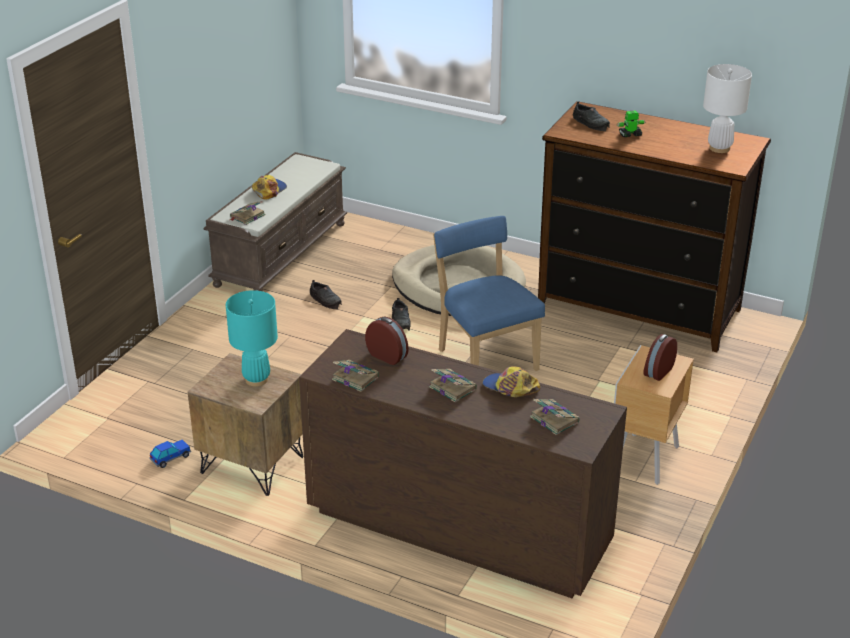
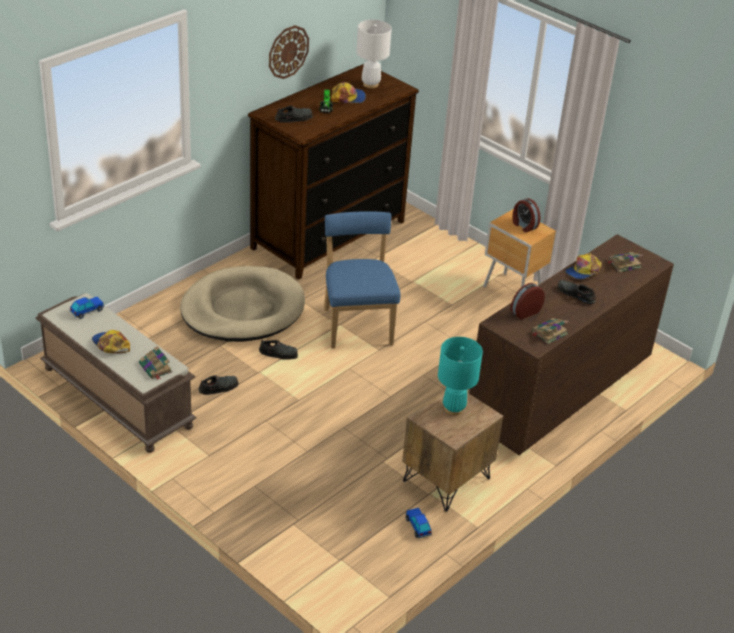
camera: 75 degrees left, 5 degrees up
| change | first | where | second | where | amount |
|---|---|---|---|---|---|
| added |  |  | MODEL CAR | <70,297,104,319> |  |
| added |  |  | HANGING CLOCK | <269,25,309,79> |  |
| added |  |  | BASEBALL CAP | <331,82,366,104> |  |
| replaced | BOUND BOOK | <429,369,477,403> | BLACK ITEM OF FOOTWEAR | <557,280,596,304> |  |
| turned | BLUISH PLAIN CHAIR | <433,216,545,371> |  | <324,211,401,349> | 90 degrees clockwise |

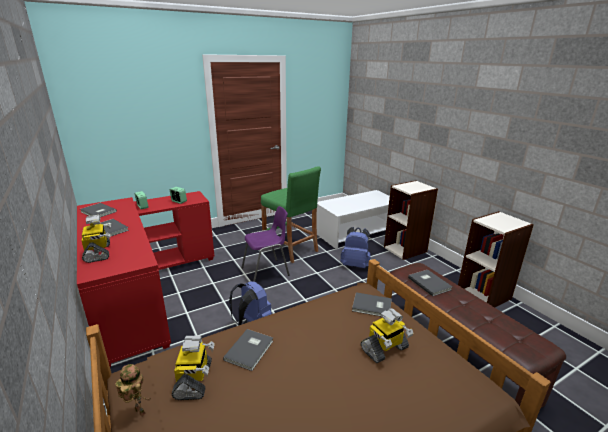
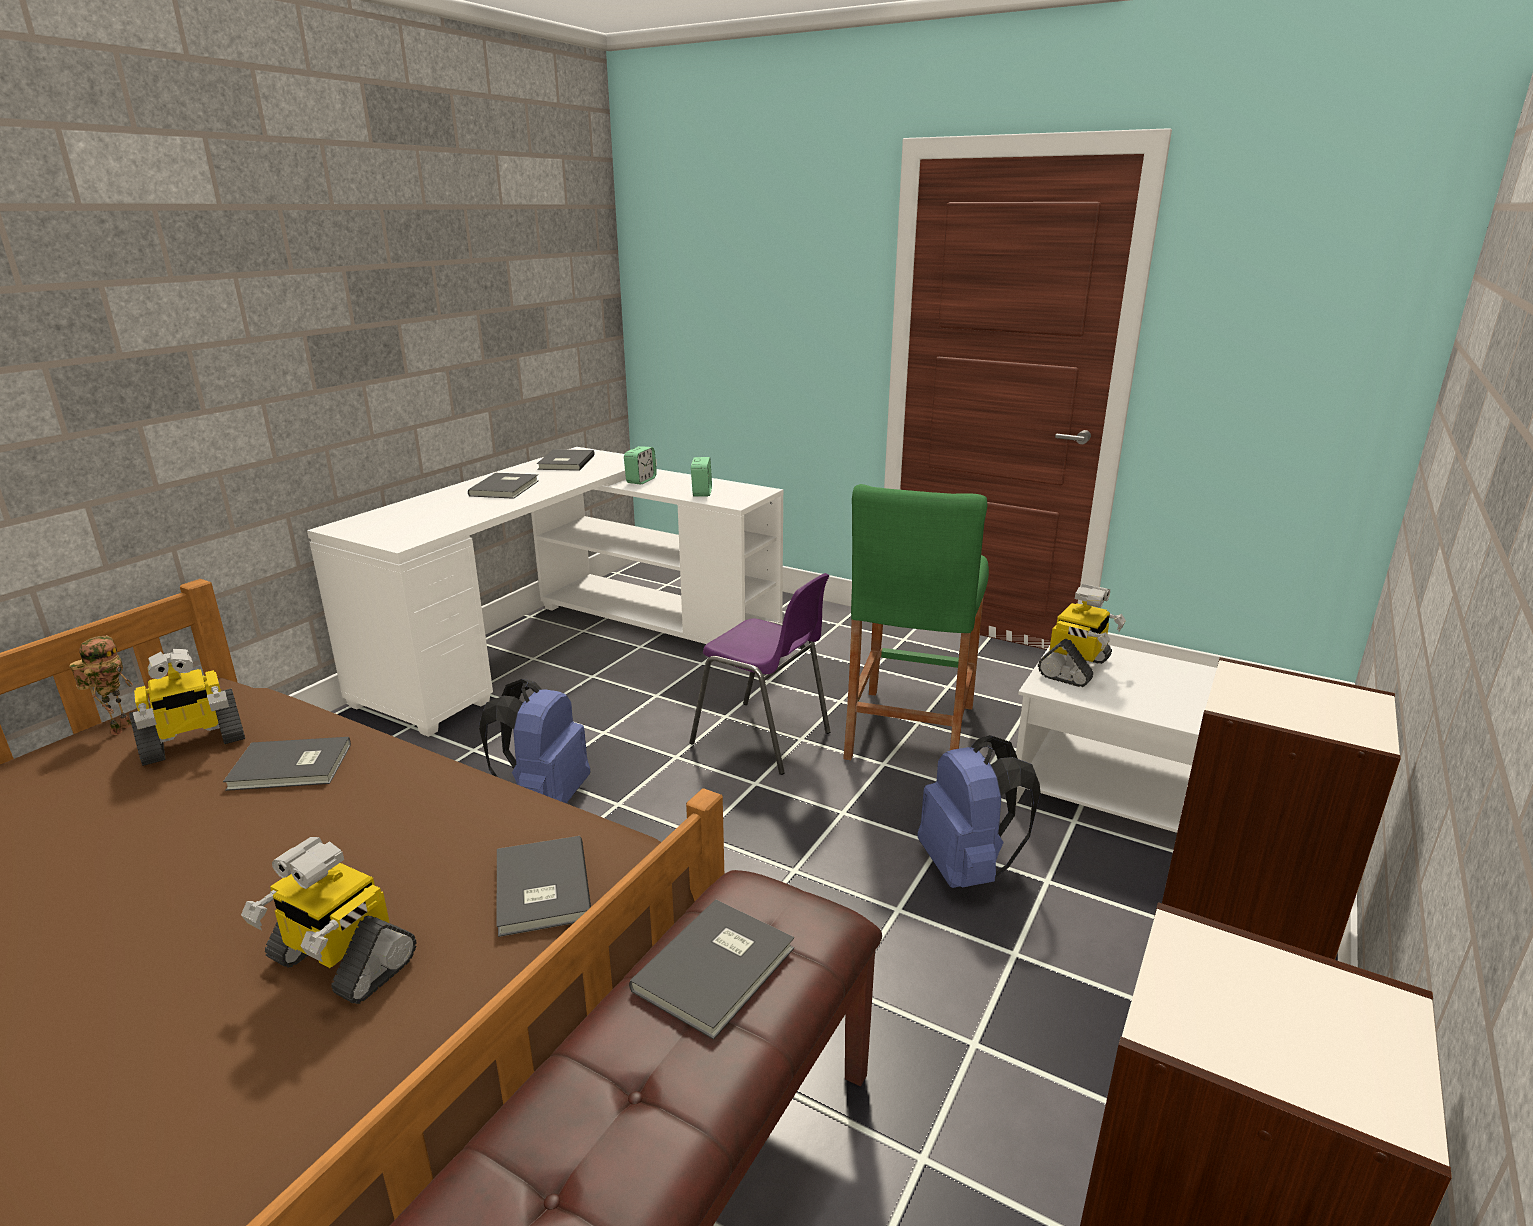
camera: 60 degrees right, 0 degrees up
| change | first | where | second | where | amount |
|---|---|---|---|---|---|
| moved | ROBOT FIGURE | <82,215,111,263> |  | <1038,584,1126,687> |  |
| recoloured | RED DESK UNIT | <77,191,214,367> | WHITE DESK UNIT | <307,447,783,737> |  |

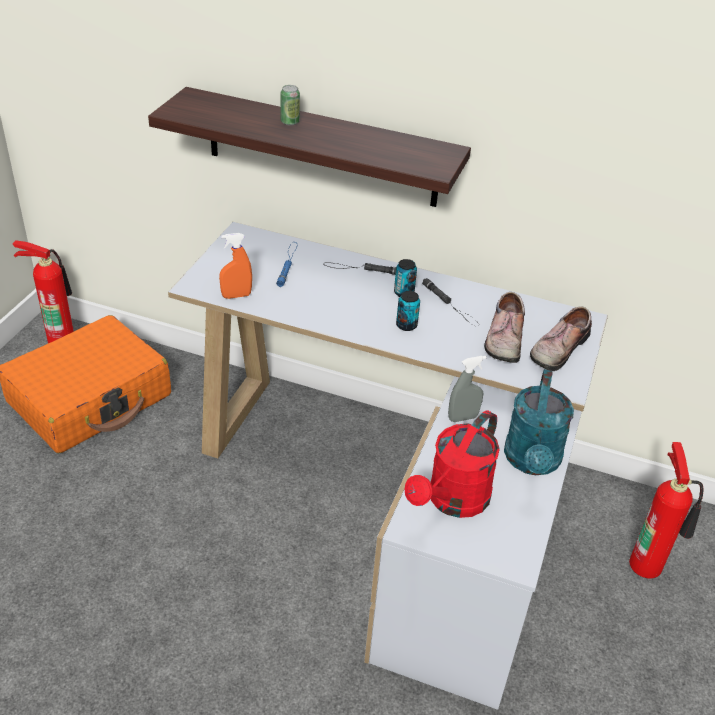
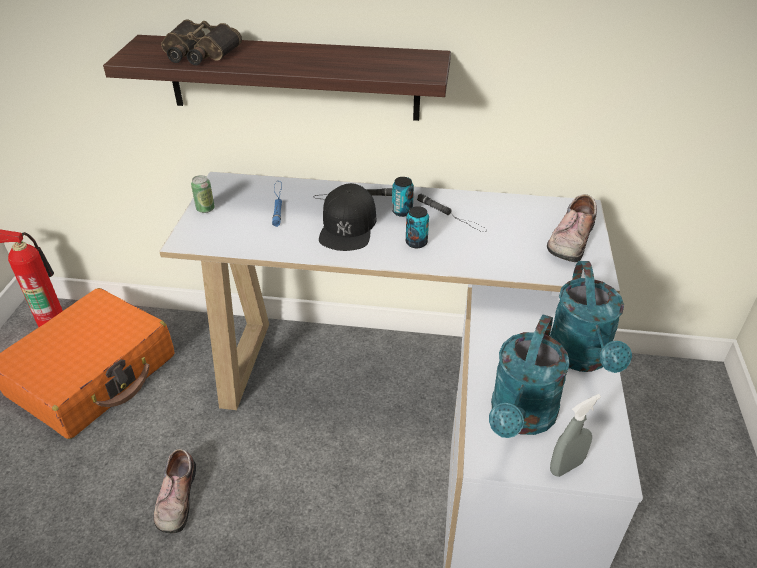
camera: 10 degrees left, 0 degrees up
| change | first | where | second | where | amount |
|---|---|---|---|---|---|
| removed | ORANGEY HAND SPRAYER | <219,233,252,299> |  |  |  |
| removed | EXTINGUISHER | <629,442,704,579> |  |  |  |
| added |  |  | PAIR OF BINOCULARS | <161,19,242,65> |  |
| added |  |  | BLACK BASEBALL CAP | <319,183,376,251> |  |
| moved | METAL CAN | <280,85,300,126> |  | <191,175,215,213> |  |
| moved | GREY HAND SPRAYER | <448,356,486,422> |  | <550,394,601,477> |  |
| moved | ITEM OF FOOTWEAR | <484,292,525,363> |  | <153,449,196,533> |  |
| recoloured | RED SPRINKLING CAN | <404,410,500,518> | TURQUOISE SPRINKLING CAN | <489,314,570,438> |  |

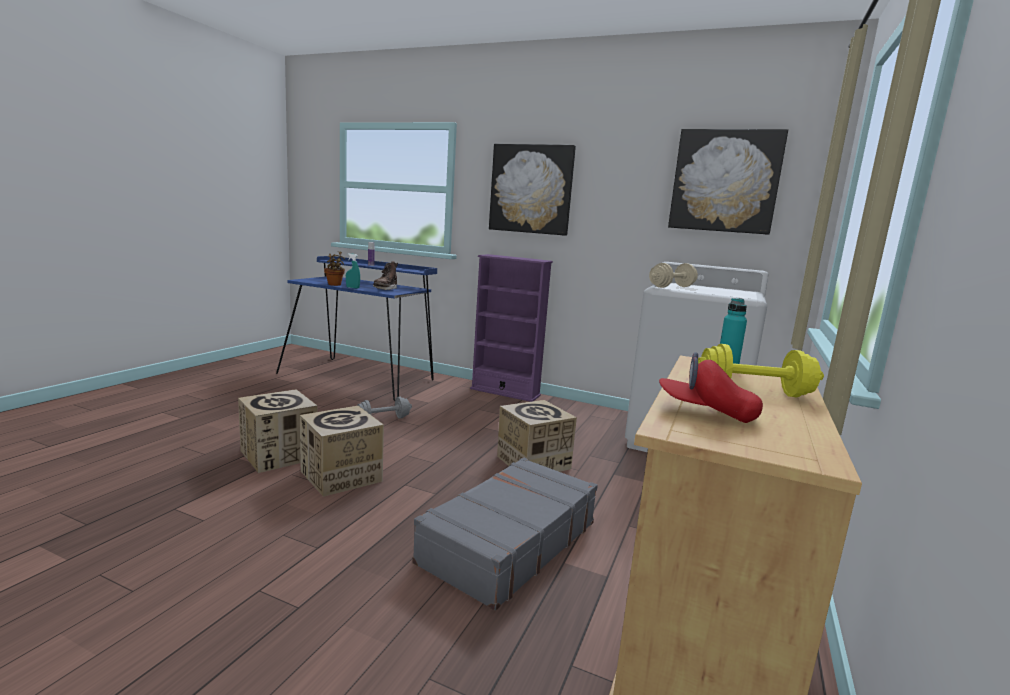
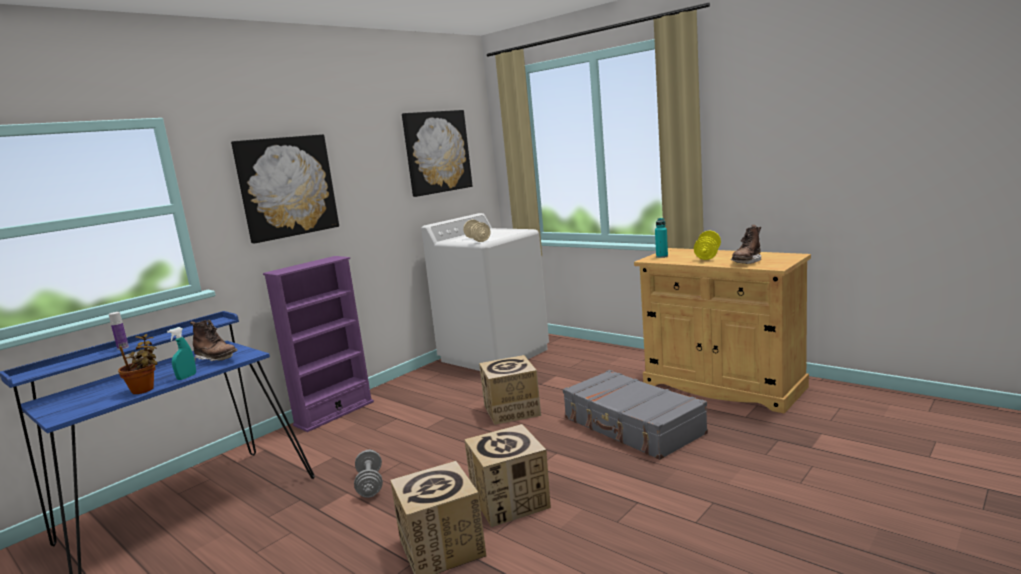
camera: 70 degrees left, 0 degrees up
| change | first | where | second | where | amount |
|---|---|---|---|---|---|
| replaced | RED BASEBALL CAP | <659,352,763,423> | BROWN-COLOURED HIGH-TOP BOOT | <731,225,761,264> |  |

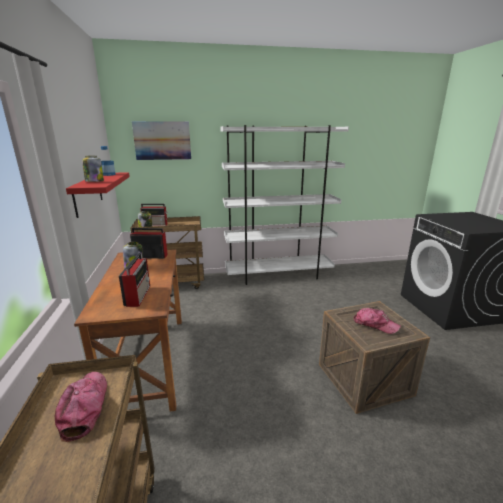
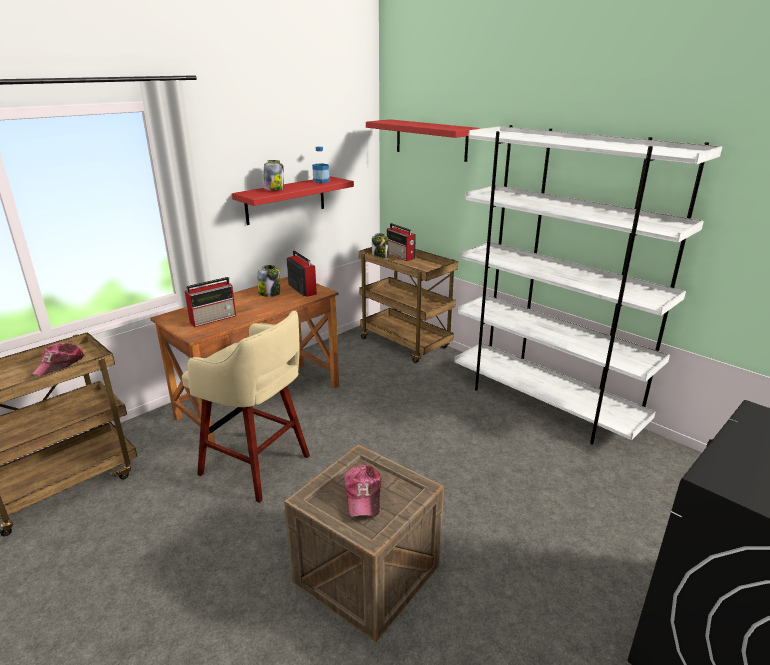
camera: 55 degrees right, 5 degrees up
| change | first | where | second | where | amount |
|---|---|---|---|---|---|
| added |  |  | BEIGE STOOL | <182,311,310,503> |  |
| replaced | WALL PICTURE | <132,121,191,160> | RED BRACKET SHELF | <366,119,479,162> |  |
| turned | BASEBALL CAP | <55,372,107,442> |  | <31,343,84,376> | 150 degrees clockwise |

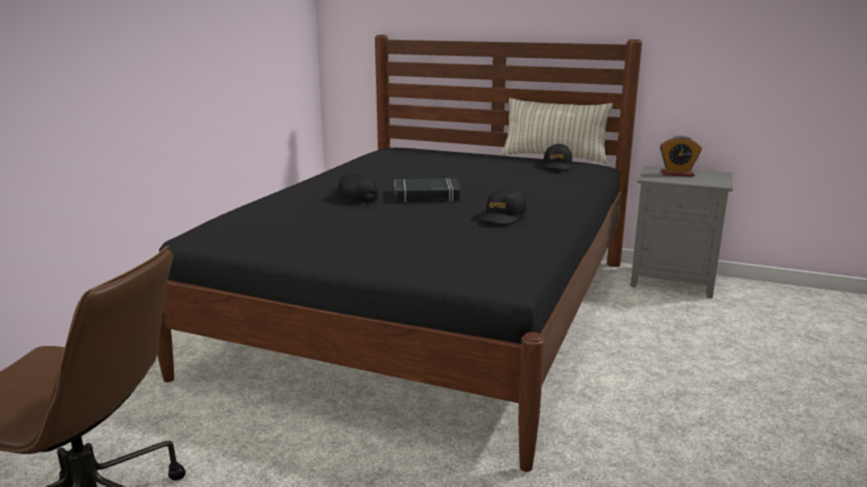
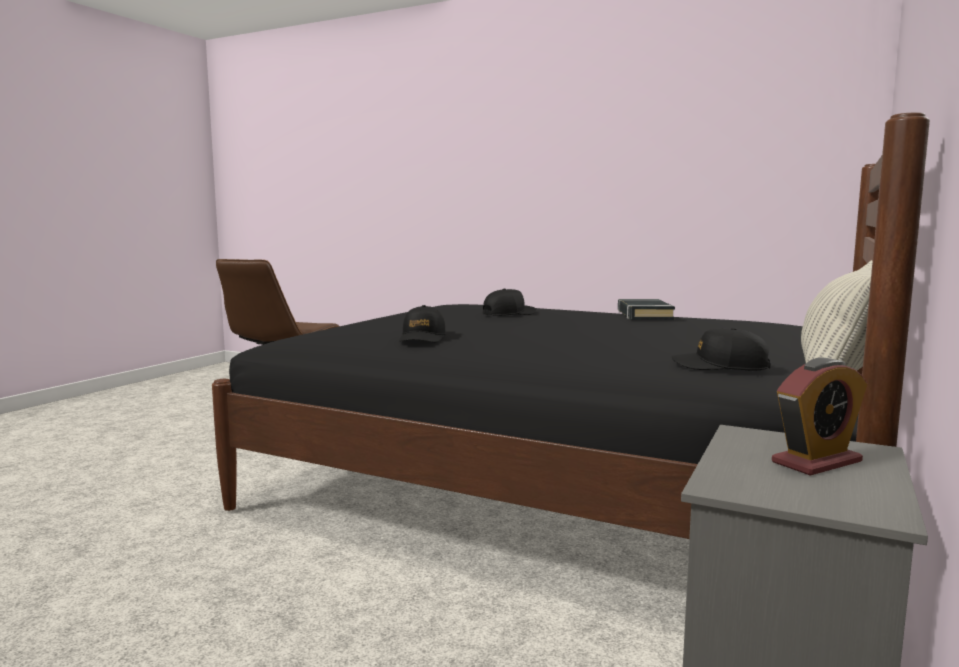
camera: 95 degrees right, 10 degrees down
| change | first | where | second | where | amount |
|---|---|---|---|---|---|
| moved | BLACK BOUND BOOK | <394,178,461,202> |  | <618,299,675,320> |  |
| turned | BLACK BASEBALL CAP | <479,188,527,224> |  | <399,305,446,342> | 120 degrees counterclockwise |
| turned | BEDSIDE CLOCK | <660,136,702,177> |  | <772,358,867,476> | 135 degrees counterclockwise |

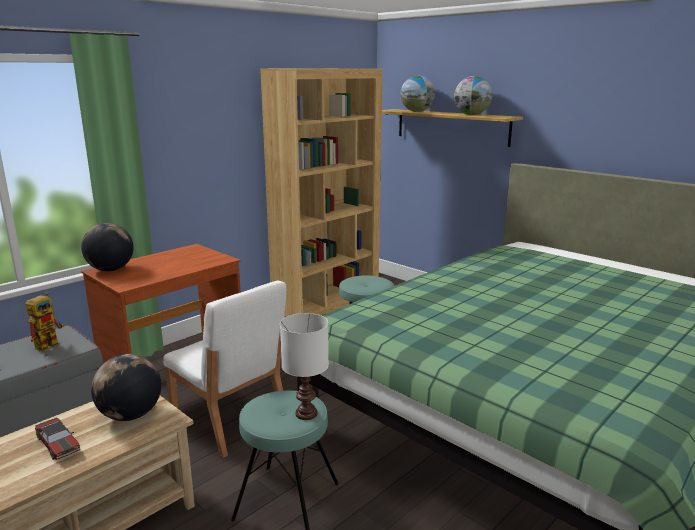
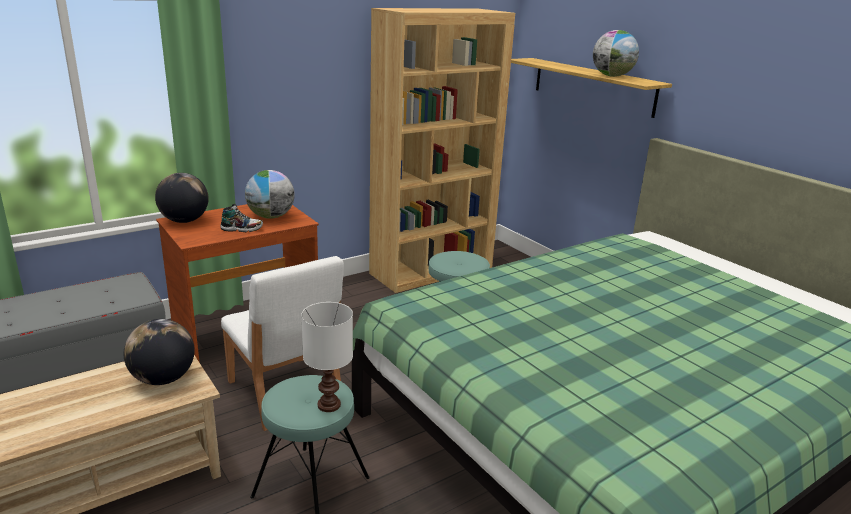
camera: 10 degrees right, 5 degrees up
| change | first | where | second | where | amount |
|---|---|---|---|---|---|
| removed | ROBOT FIGURE | <26,292,63,351> |  |  |  |
| removed | MODEL CAR | <35,418,80,460> |  |  |  |
| added |  |  | ITEM OF FOOTWEAR | <220,204,263,232> |  |
| moved | WORLD GLOBE | <400,76,435,112> |  | <245,170,295,219> |  |

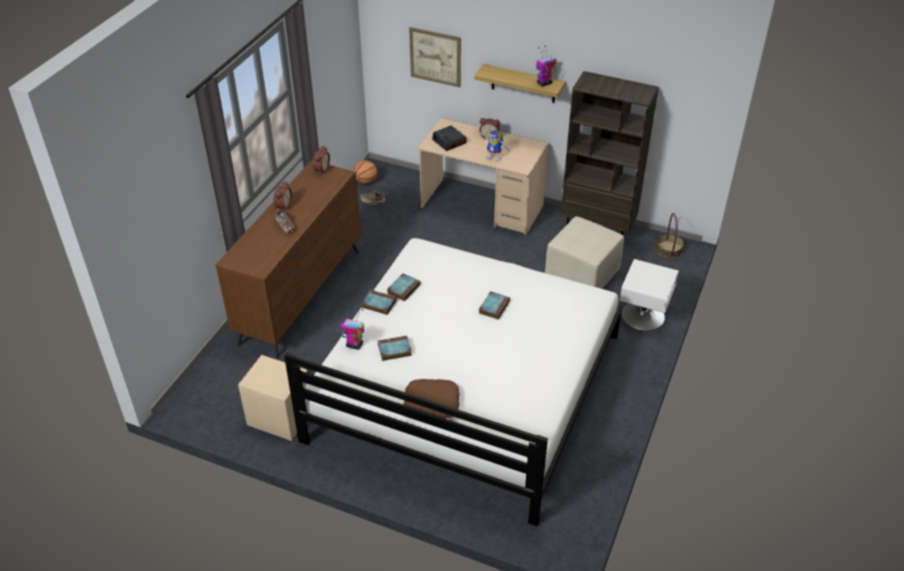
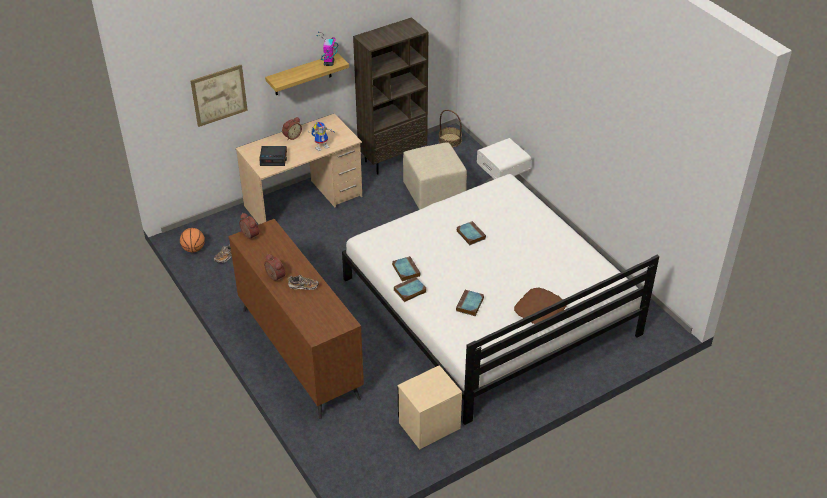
camera: 55 degrees left, 0 degrees up
| change | first | where | second | where | amount |
|---|---|---|---|---|---|
| removed | ROBOT FIGURE | <340,306,364,350> |  |  |  |

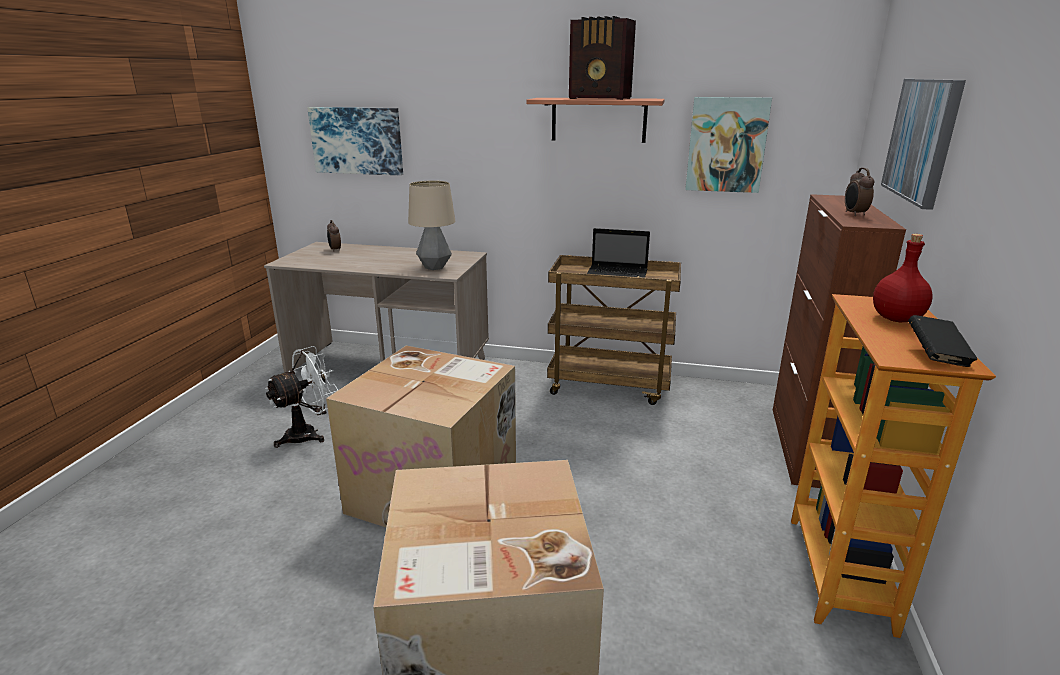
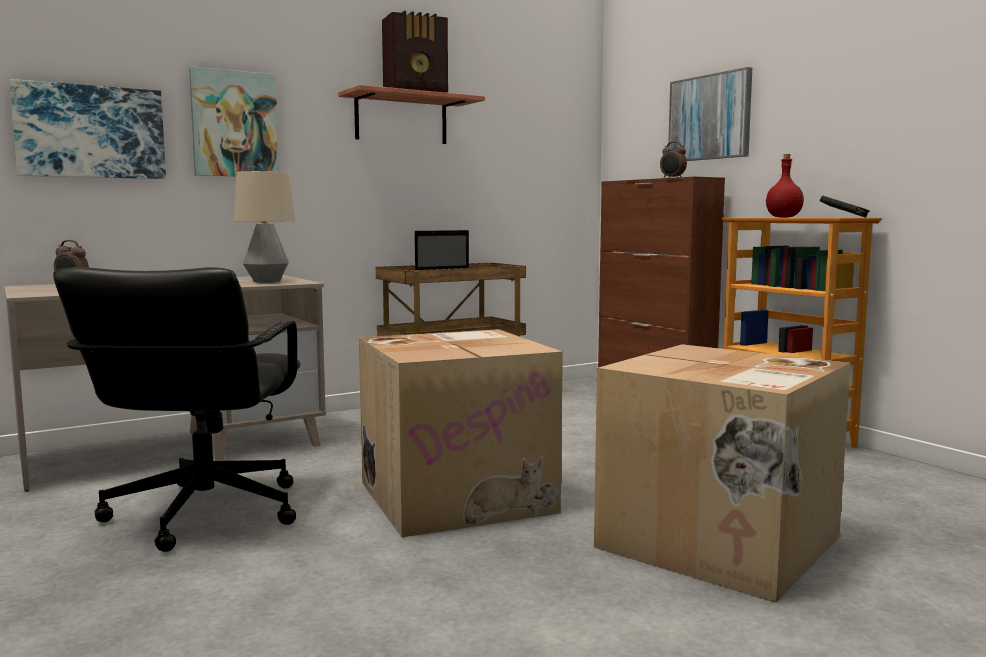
camera: 45 degrees left, 15 degrees down
| change | first | where | second | where | amount |
|---|---|---|---|---|---|
| moved | WALL PICTURE | <685,97,772,193> |  | <189,66,279,176> |  |
| replaced | WHITE COOLING FAN | <265,346,338,448> | BLACK DESK CHAIR | <53,267,300,552> |  |

